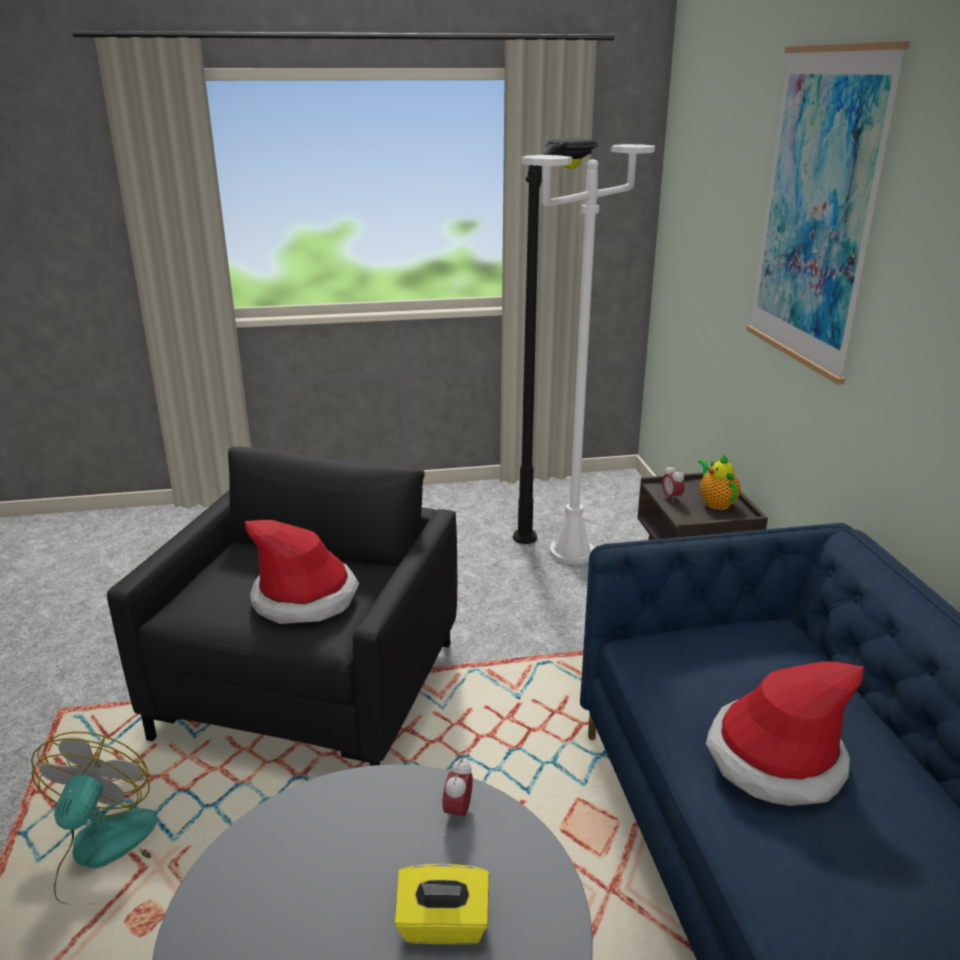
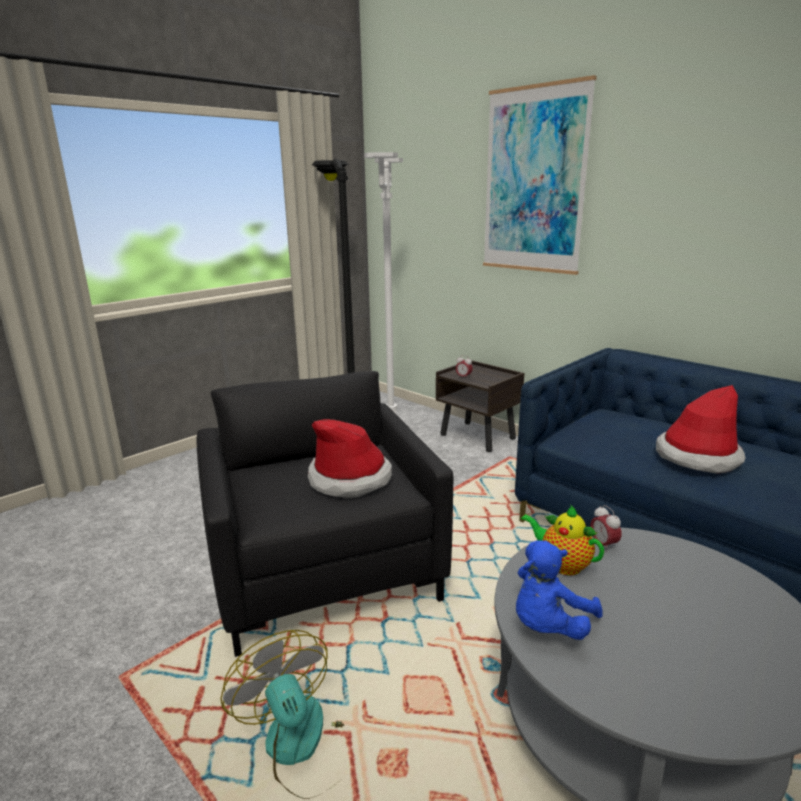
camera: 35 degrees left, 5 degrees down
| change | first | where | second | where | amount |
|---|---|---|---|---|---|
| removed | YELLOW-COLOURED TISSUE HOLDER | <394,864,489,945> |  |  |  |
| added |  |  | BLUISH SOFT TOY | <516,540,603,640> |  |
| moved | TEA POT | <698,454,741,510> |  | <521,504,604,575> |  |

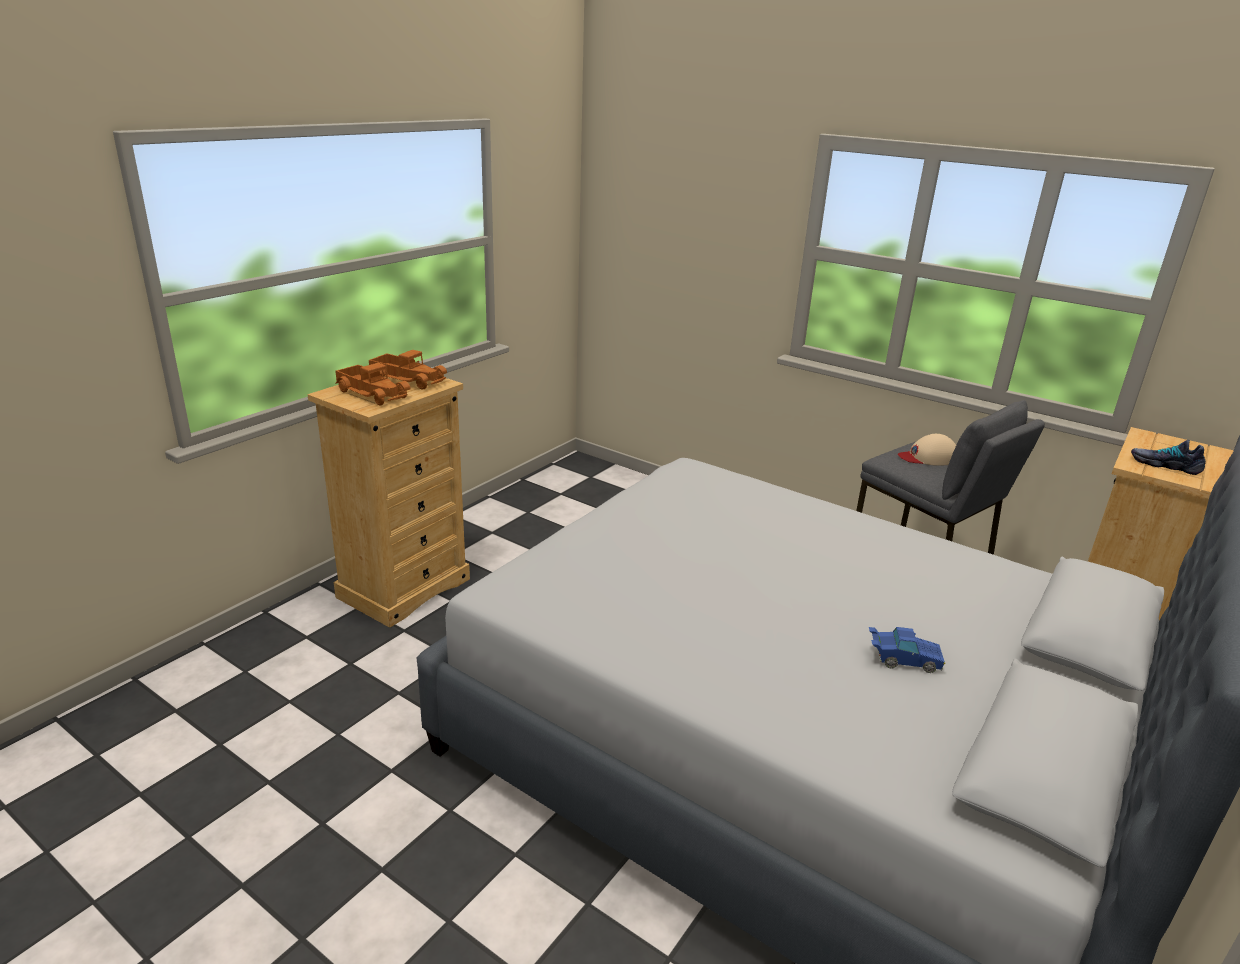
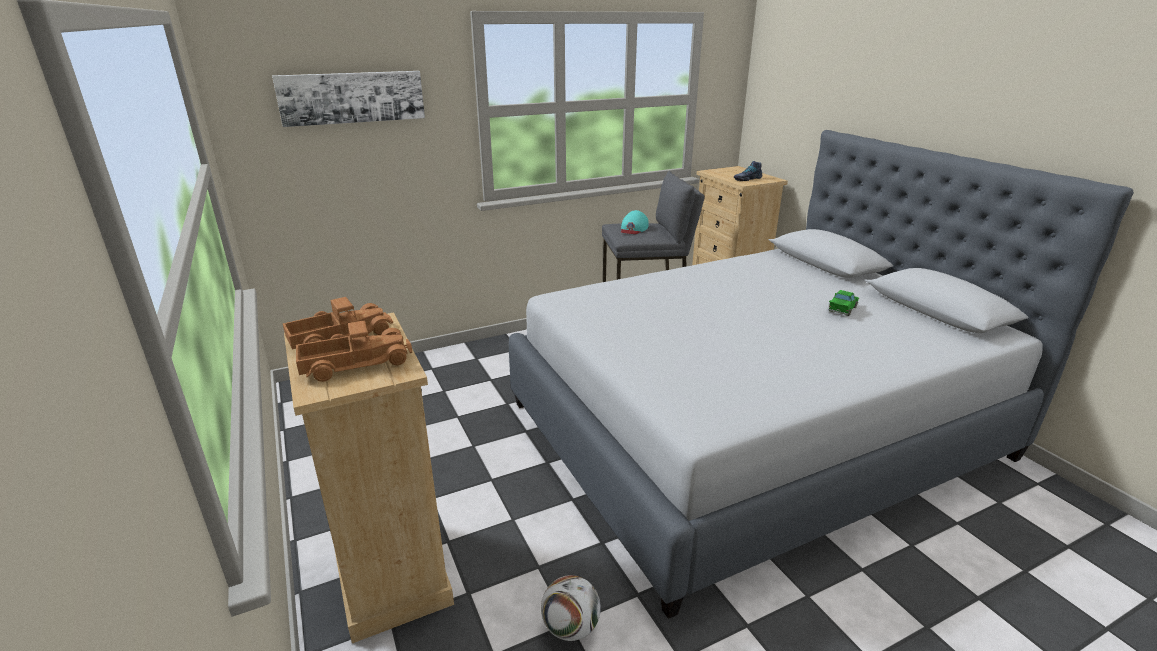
camera: 60 degrees left, 0 degrees up
| change | first | where | second | where | amount |
|---|---|---|---|---|---|
| added |  |  | WALL PICTURE | <272,71,425,127> |  |
| added |  |  | BALL FOR FOOTBALL | <541,575,601,641> |  |
| recoloured | BLUISH MODEL CAR | <869,627,945,673> | GREEN MODEL CAR | <829,290,859,316> |  |
| recoloured | BEIGE BASEBALL CAP | <898,434,956,466> | TURQUOISE BASEBALL CAP | <621,210,649,234> |  |

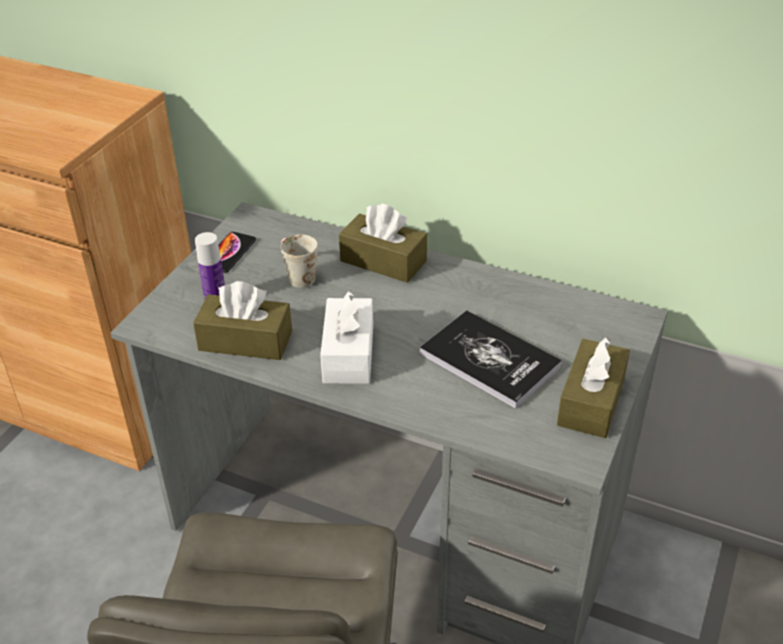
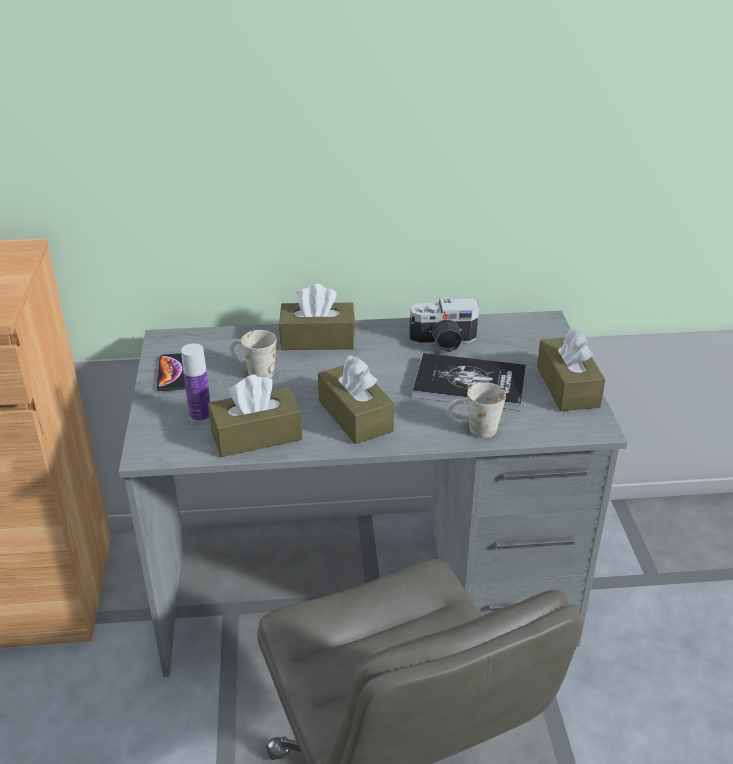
camera: 30 degrees left, 5 degrees down
| change | first | where | second | where | amount |
|---|---|---|---|---|---|
| added |  |  | PHOTO CAMERA | <409,298,479,353> |  |
| added |  |  | WHITE TEA MUG | <446,382,506,438> |  |
| recoloured | WHITE TISSUE HOLDER | <320,291,373,384> | BROWN-COLOURED TISSUE HOLDER | <318,355,394,444> |  |

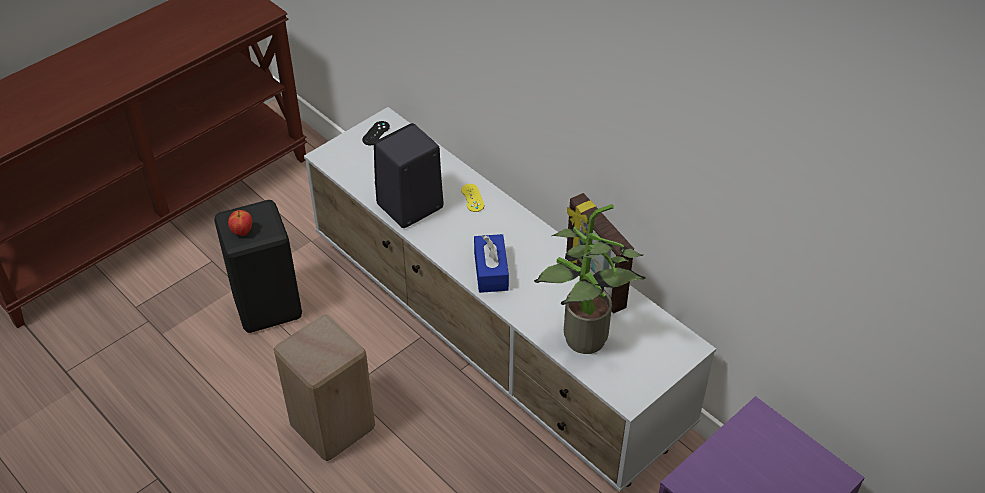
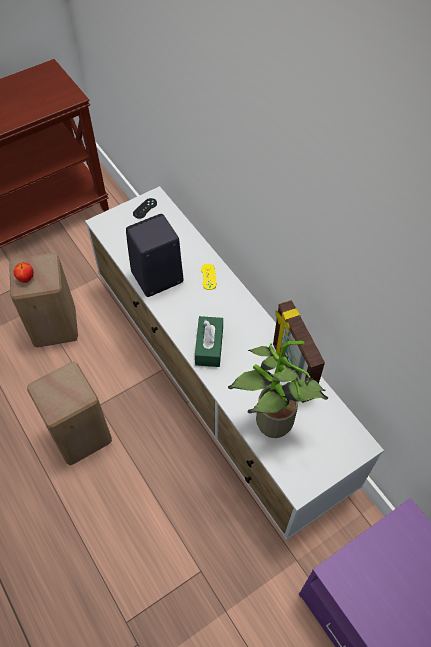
camera: 10 degrees right, 10 degrees up
| change | first | where | second | where | amount |
|---|---|---|---|---|---|
| recoloured | BLACK STOOL | <214,200,302,333> | BEIGE STOOL | <9,253,78,347> |  |
| recoloured | BLUISH TISSUE HOLDER | <474,234,509,293> | GREEN TISSUE HOLDER | <195,316,223,367> |  |

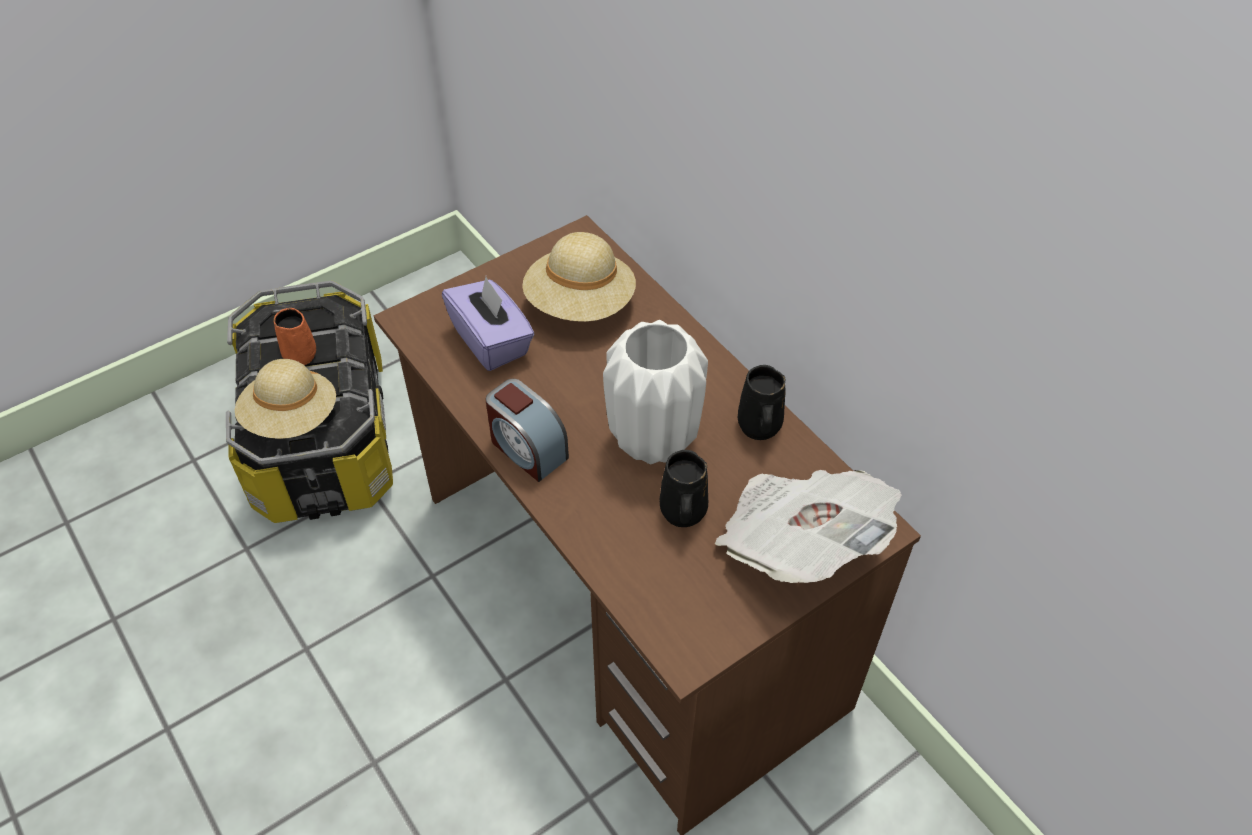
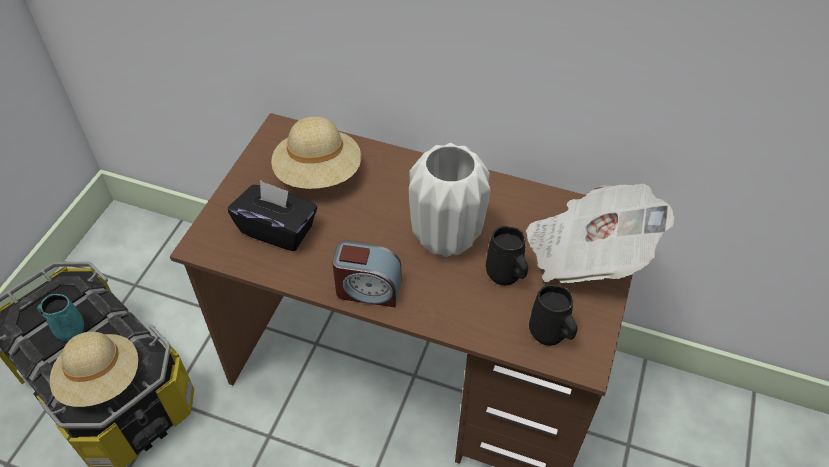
camera: 35 degrees left, 0 degrees up
| change | first | where | second | where | amount |
|---|---|---|---|---|---|
| moved | BLACK TEA MUG | <738,365,785,440> |  | <529,284,577,346> |  |
| recoloured | ORANGEY TEA MUG | <273,308,316,365> | TURQUOISE TEA MUG | <37,294,84,341> |  |
| recoloured | PURPLISH TISSUE HOLDER | <442,277,534,371> | BLACK TISSUE HOLDER | <228,180,317,251> |  |

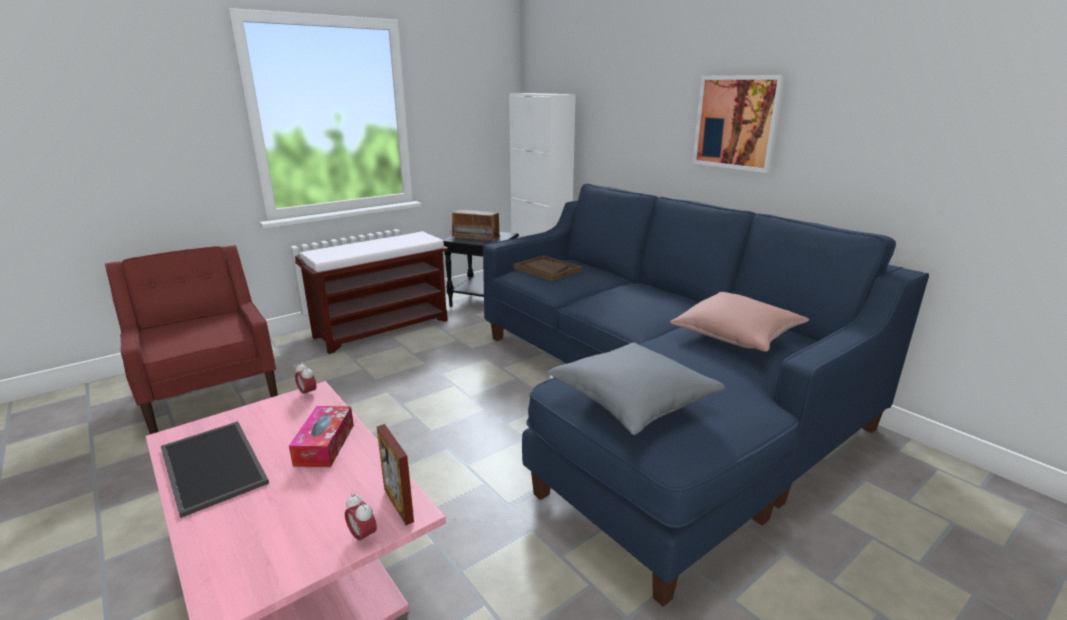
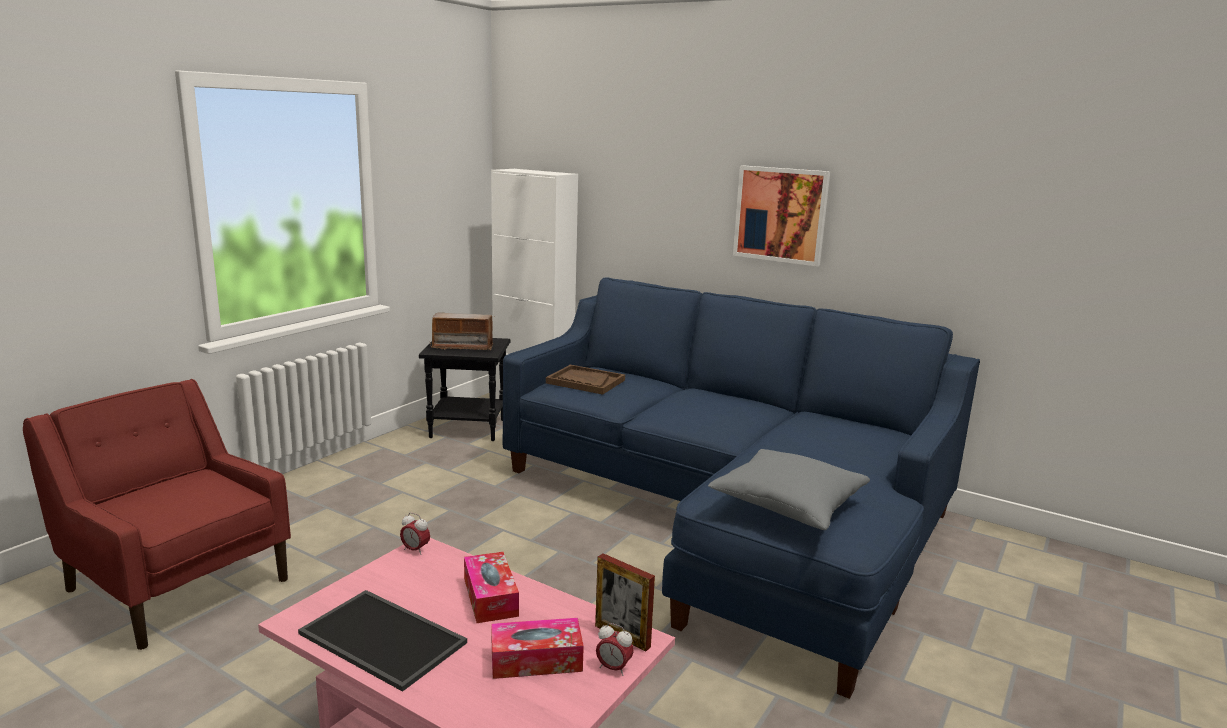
camera: 20 degrees left, 5 degrees down
| change | first | where | second | where | amount |
|---|---|---|---|---|---|
| removed | BROWN-COLOURED INDOOR BENCH | <295,231,449,354> |  |  |  |
| removed | PINKISH CUSHION | <670,292,809,352> |  |  |  |
| added |  |  | TISSUE HOLDER | <491,618,584,679> |  |

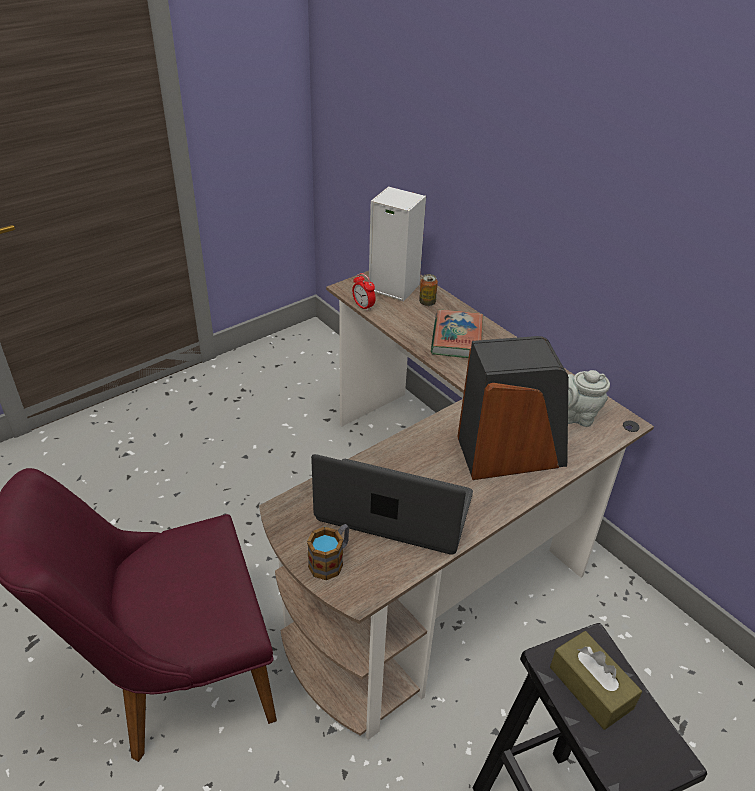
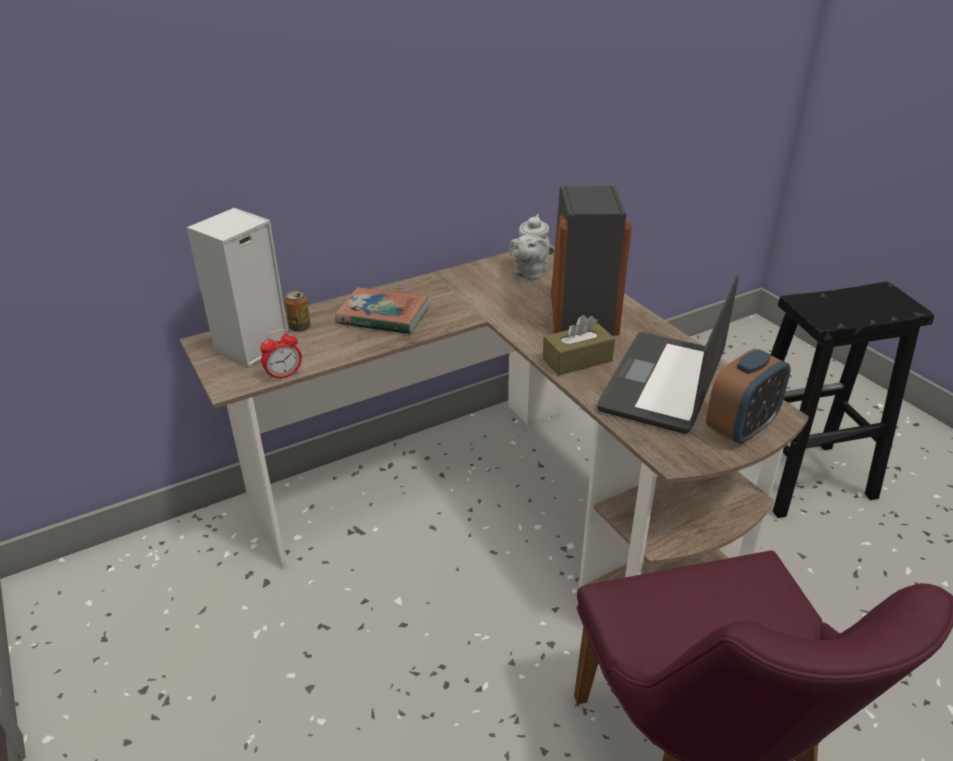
camera: 80 degrees left, 5 degrees down
| change | first | where | second | where | amount |
|---|---|---|---|---|---|
| moved | BROWN-COLOURED TISSUE HOLDER | <550,631,642,730> |  | <543,315,615,376> |  |
| replaced | TEA MUG | <307,524,349,580> | BEDSIDE CLOCK | <706,348,791,445> |  |

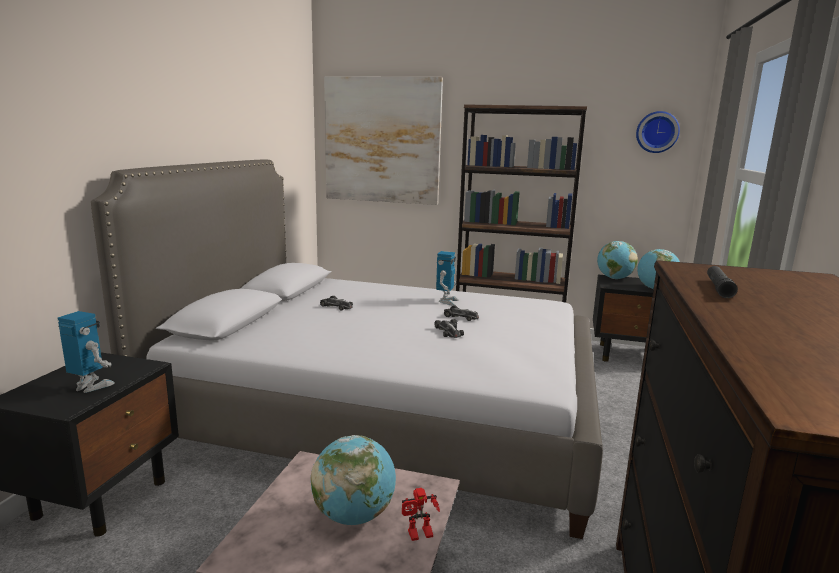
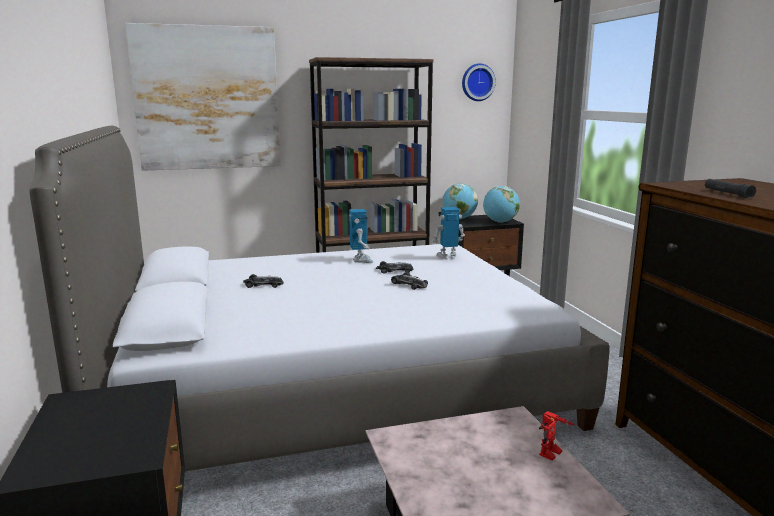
camera: 30 degrees left, 0 degrees up
| change | first | where | second | where | amount |
|---|---|---|---|---|---|
| removed | WORLD GLOBE | <311,435,396,525> |  |  |  |
| moved | ROBOT FIGURE | <58,311,115,393> |  | <432,207,465,260> |  |

